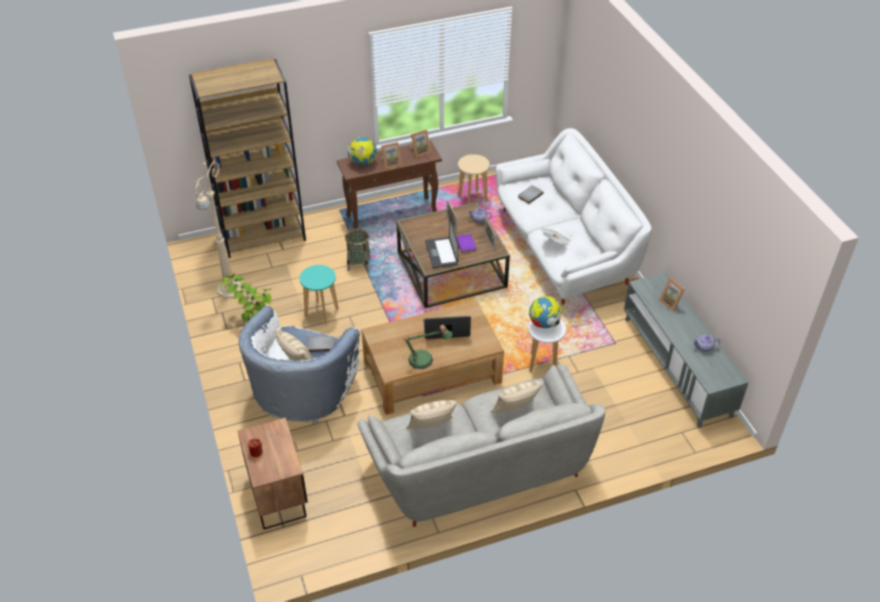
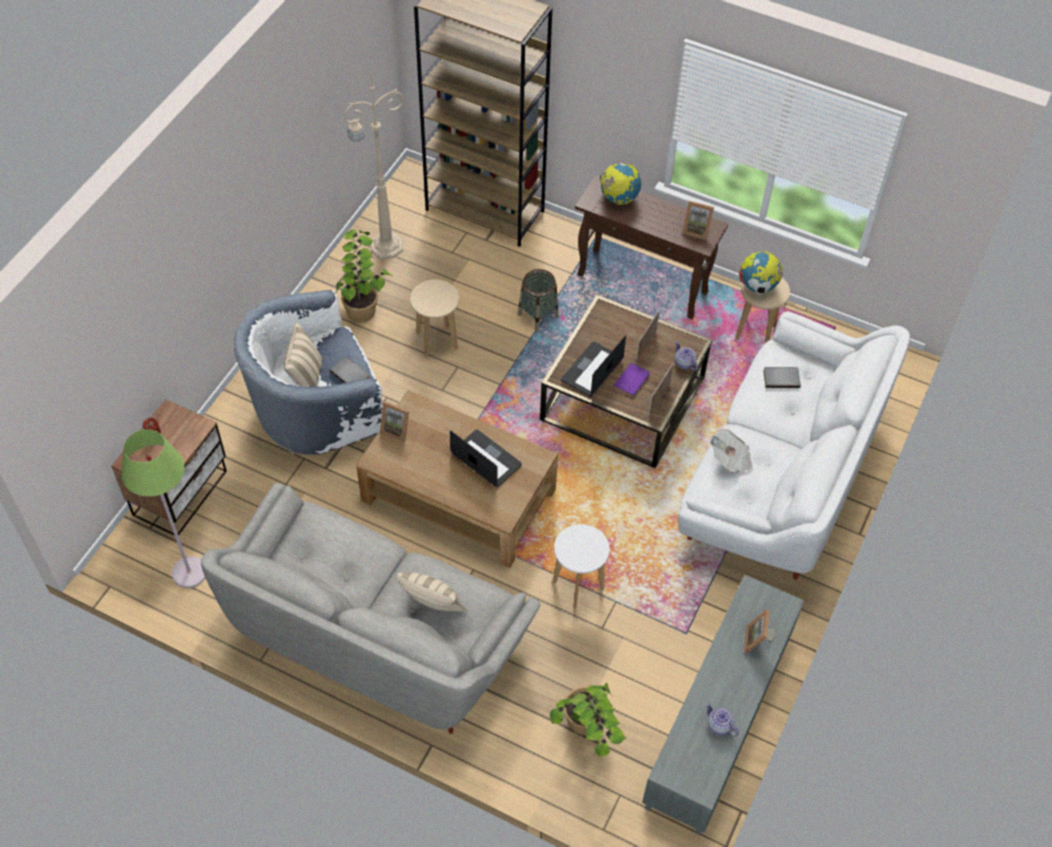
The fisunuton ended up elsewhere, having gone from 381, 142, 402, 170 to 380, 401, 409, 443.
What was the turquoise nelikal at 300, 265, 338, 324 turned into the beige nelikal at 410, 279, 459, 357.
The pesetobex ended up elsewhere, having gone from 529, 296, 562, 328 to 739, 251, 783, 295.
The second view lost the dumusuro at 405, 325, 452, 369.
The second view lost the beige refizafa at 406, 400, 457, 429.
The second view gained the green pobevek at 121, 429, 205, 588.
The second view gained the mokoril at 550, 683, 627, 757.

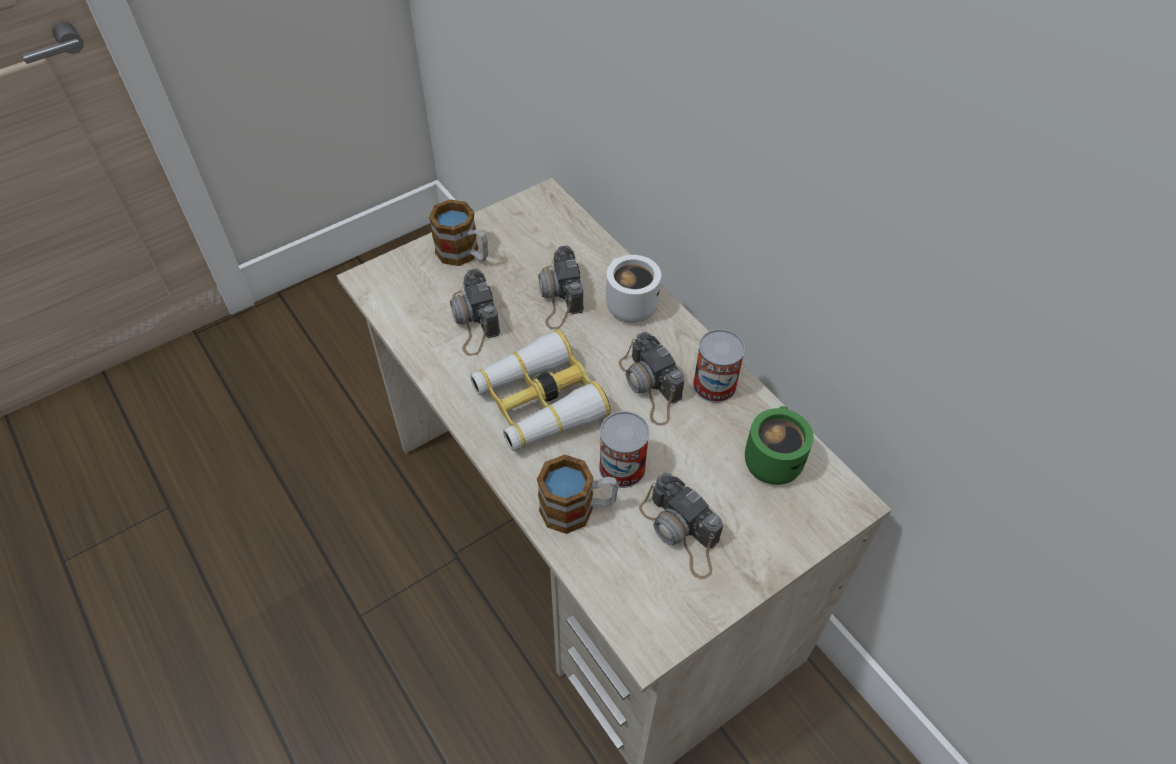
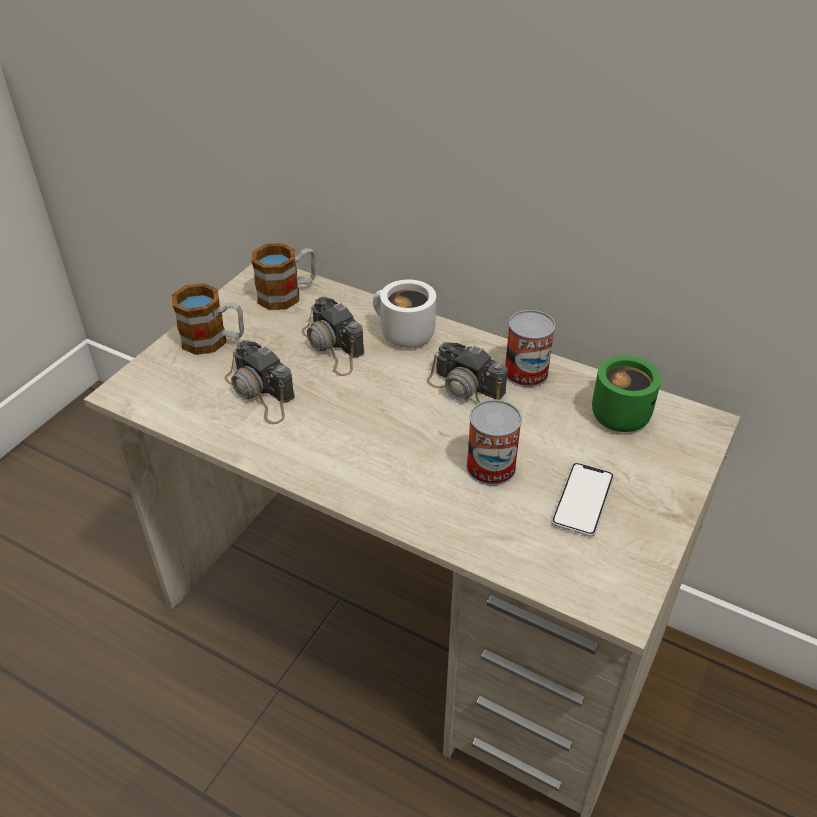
The second view lost the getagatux at 470, 330, 611, 451.
The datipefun ended up elsewhere, having gone from 537, 454, 619, 534 to 252, 243, 316, 310.
Where the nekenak stood at 639, 472, 723, 579, the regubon came to stand at 551, 463, 614, 536.

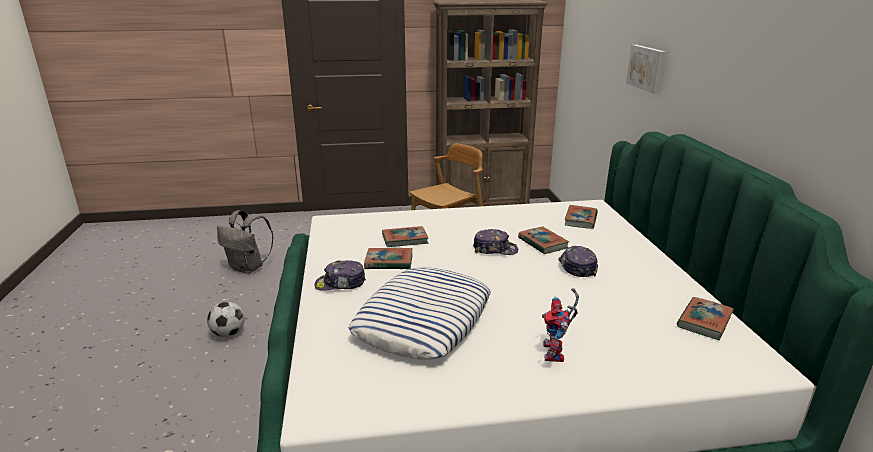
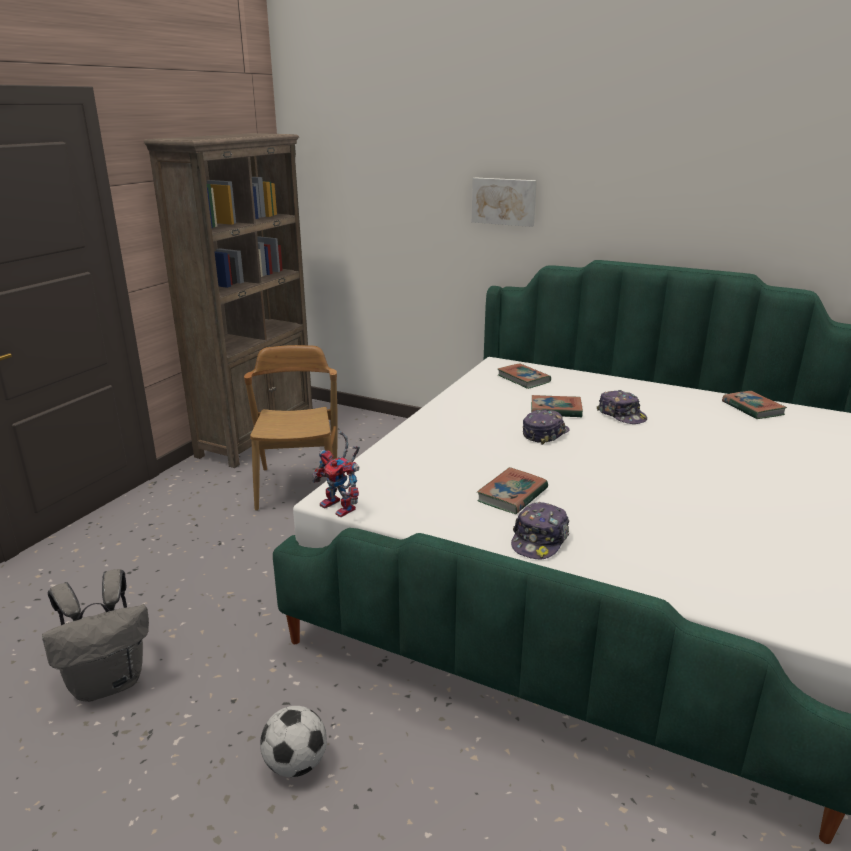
The second view lost the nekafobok at 382, 226, 429, 247.
The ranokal at 558, 246, 598, 277 ended up facing another way, 150 degrees counterclockwise from before.
The second view lost the refizafa at 348, 267, 491, 360.
The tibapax ended up elsewhere, having gone from 542, 288, 579, 362 to 312, 431, 360, 517.

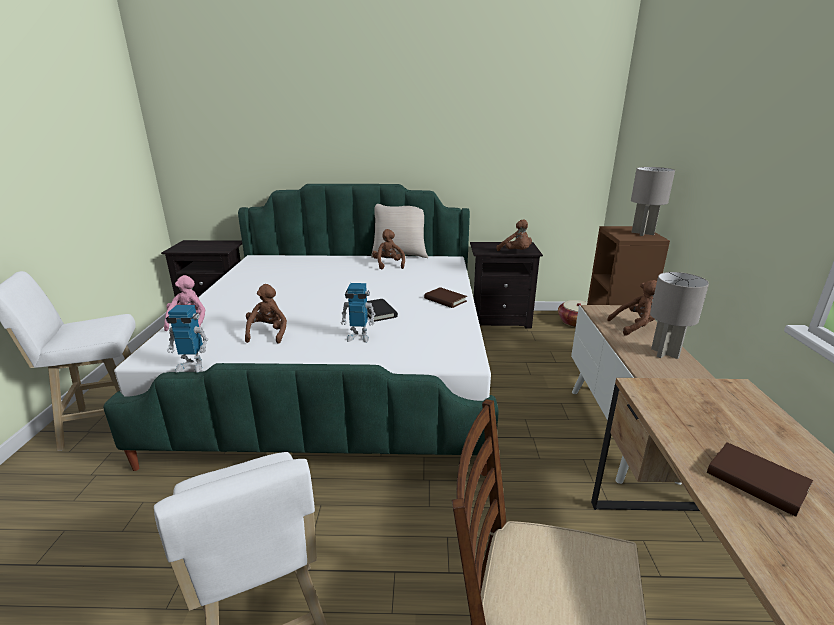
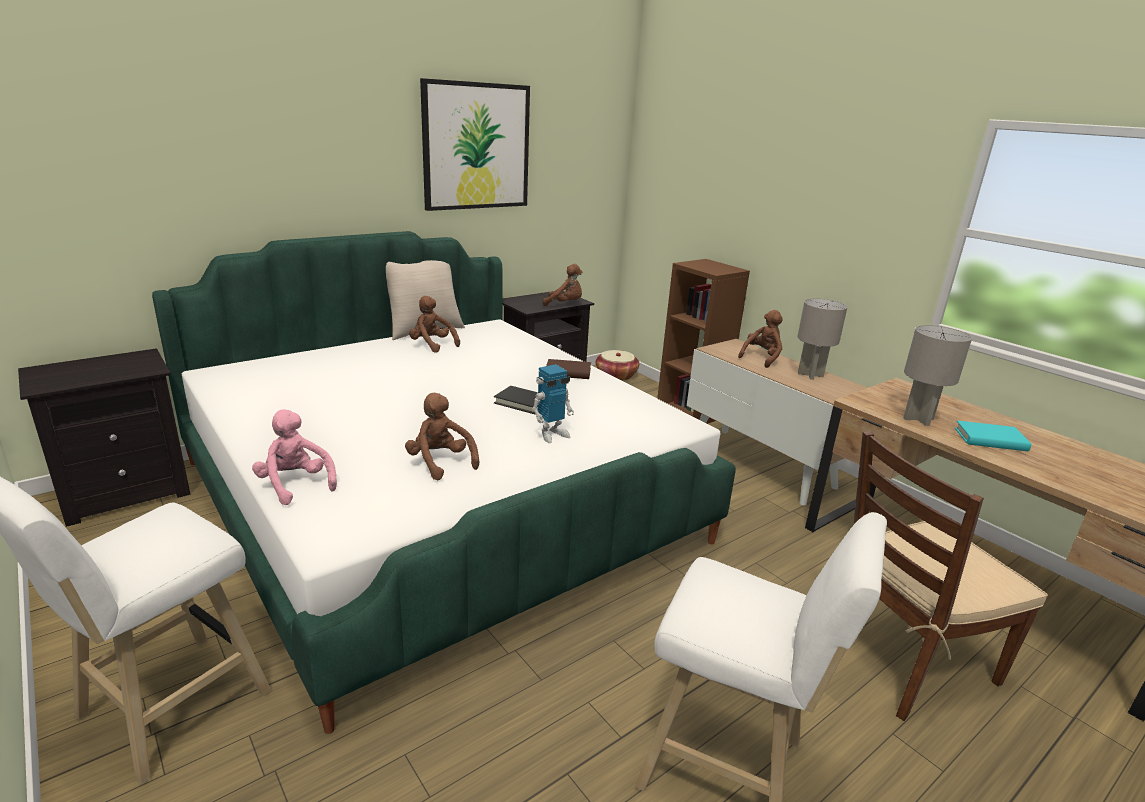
The grey dumusuro ended up elsewhere, having gone from 631, 167, 675, 236 to 903, 325, 972, 426.
The second view lost the tibapax at 166, 305, 208, 373.
What was the brown nekafobok at 707, 442, 813, 517 turned into the turquoise nekafobok at 955, 421, 1031, 451.
The second view gained the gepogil at 420, 78, 530, 211.

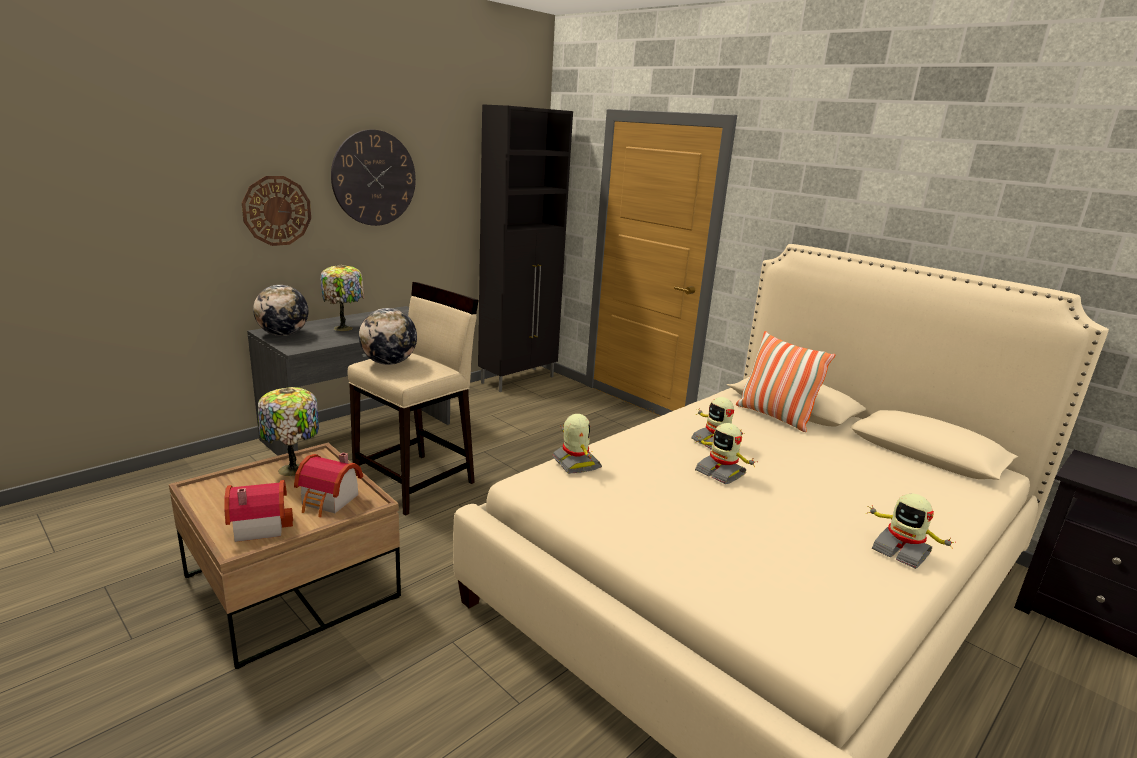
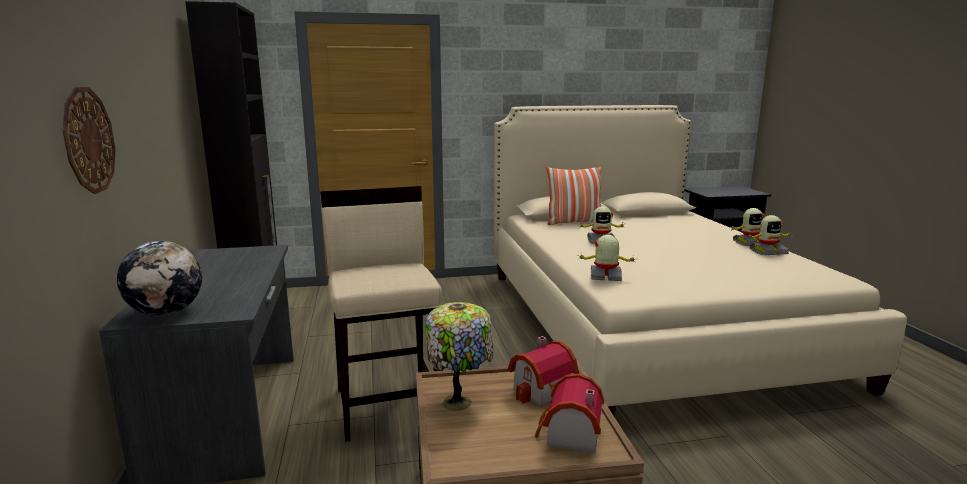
The second view lost the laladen at 331, 130, 416, 226.
The second view lost the dumusuro at 320, 264, 364, 331.
The second view lost the pesetobex at 359, 308, 417, 365.
The tibapax ended up elsewhere, having gone from 695, 423, 758, 484 to 746, 215, 793, 255.

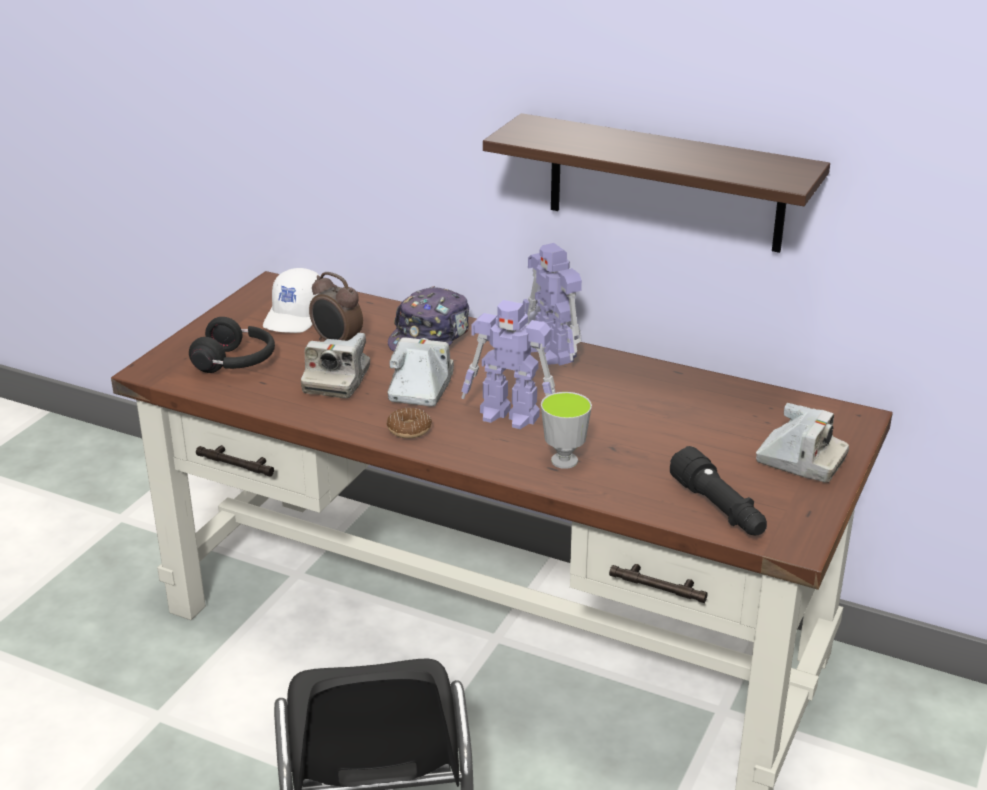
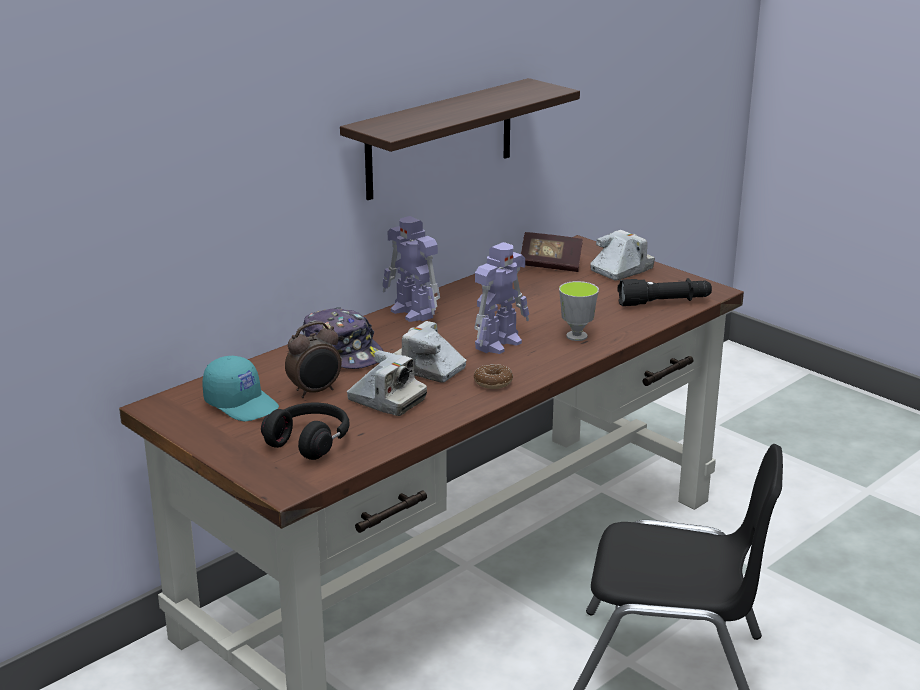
The tibapax at 523, 243, 582, 365 ended up facing another way, 60 degrees clockwise from before.
What was the white ranokal at 263, 268, 320, 333 turned into the turquoise ranokal at 202, 356, 279, 421.
The second view gained the nekafobok at 521, 232, 583, 272.

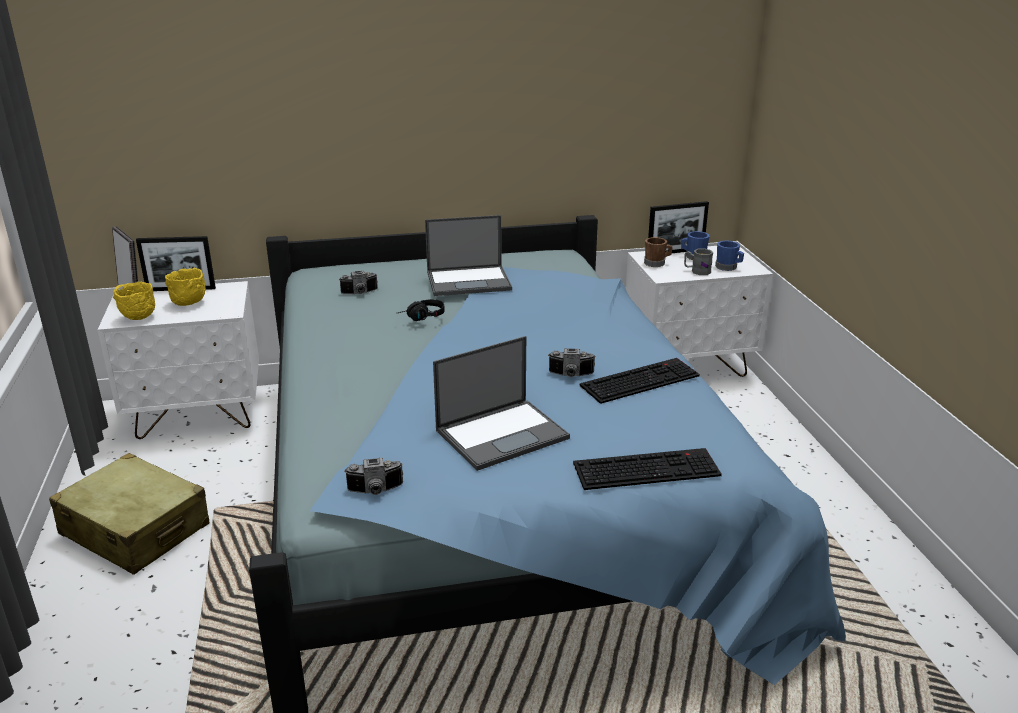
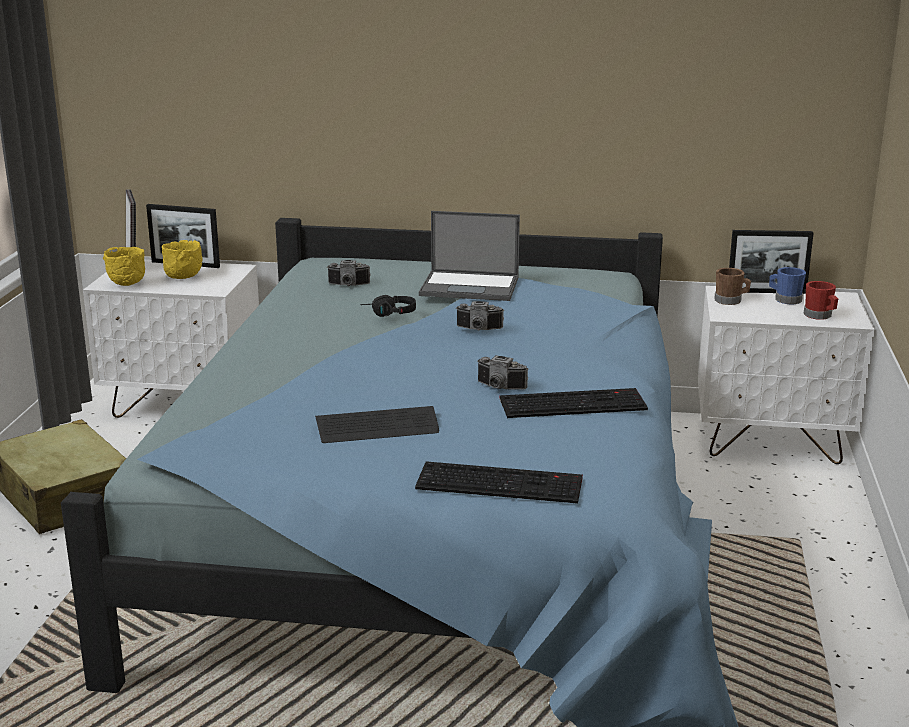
What was the blue datipefun at 715, 241, 744, 271 turned into the red datipefun at 804, 281, 838, 320.
The second view lost the grey datipefun at 684, 248, 713, 275.
Where the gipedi stood at 433, 336, 570, 471, the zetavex came to stand at 315, 406, 439, 443.
The nekenak ended up elsewhere, having gone from 345, 458, 403, 495 to 456, 301, 504, 330.

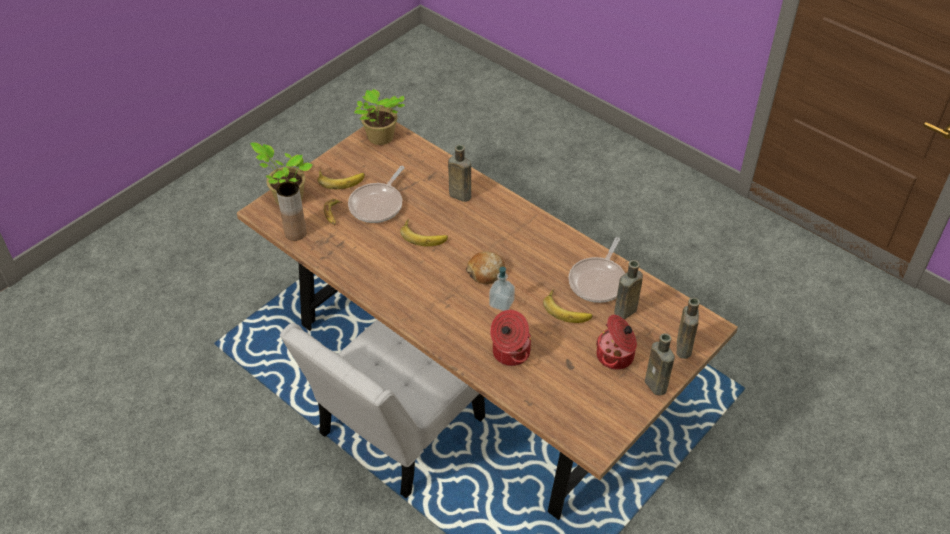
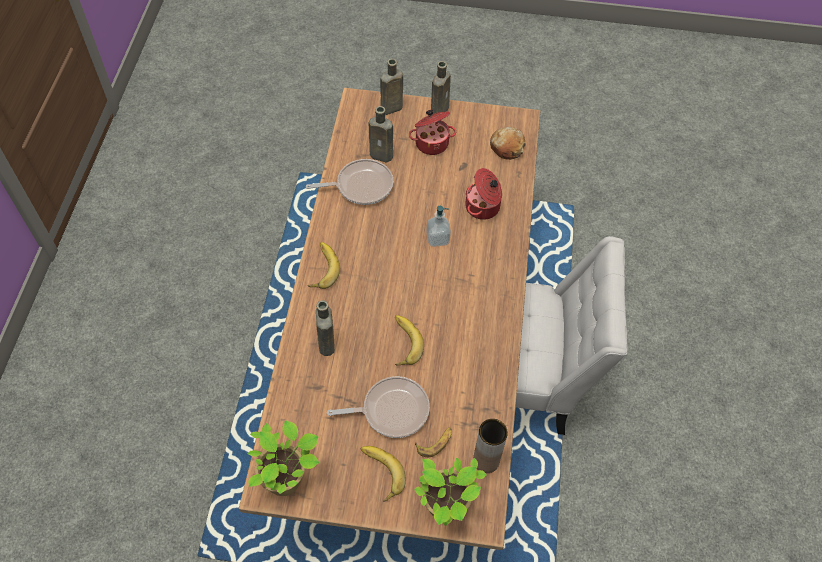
The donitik ended up elsewhere, having gone from 466, 251, 505, 285 to 490, 127, 526, 160.
The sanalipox ended up elsewhere, having gone from 543, 289, 593, 323 to 308, 242, 340, 289.

